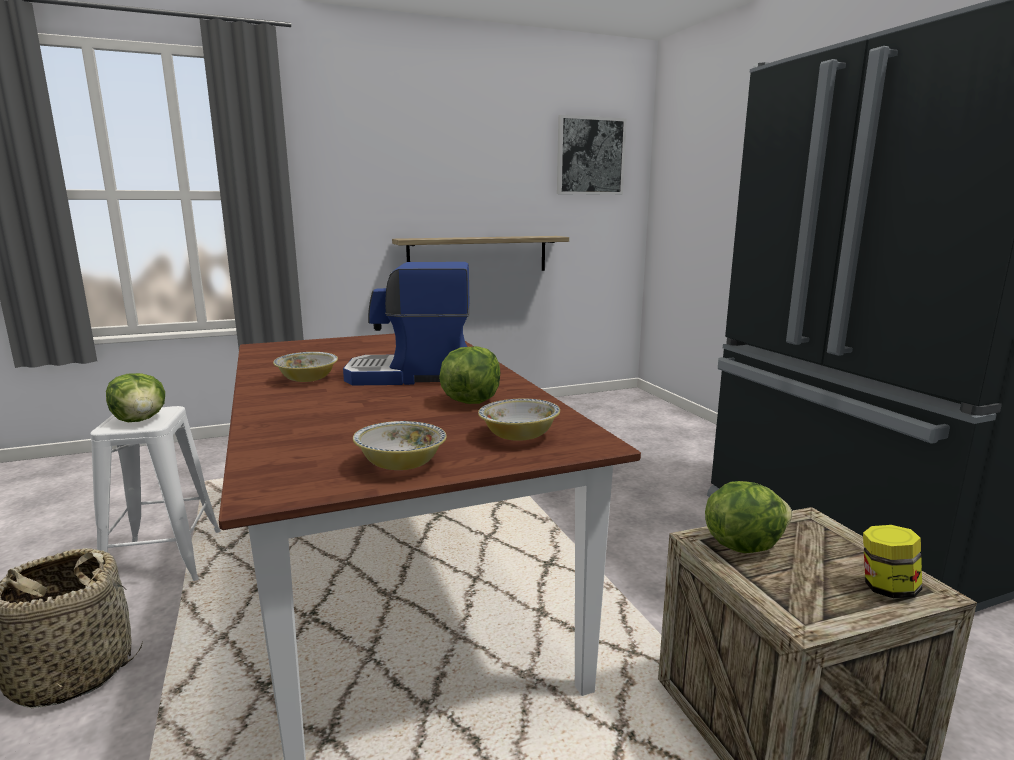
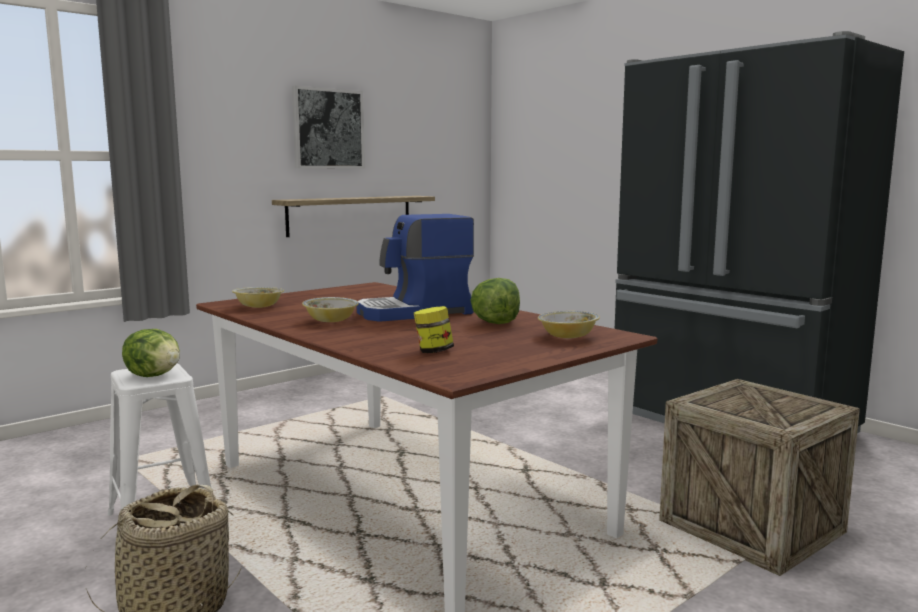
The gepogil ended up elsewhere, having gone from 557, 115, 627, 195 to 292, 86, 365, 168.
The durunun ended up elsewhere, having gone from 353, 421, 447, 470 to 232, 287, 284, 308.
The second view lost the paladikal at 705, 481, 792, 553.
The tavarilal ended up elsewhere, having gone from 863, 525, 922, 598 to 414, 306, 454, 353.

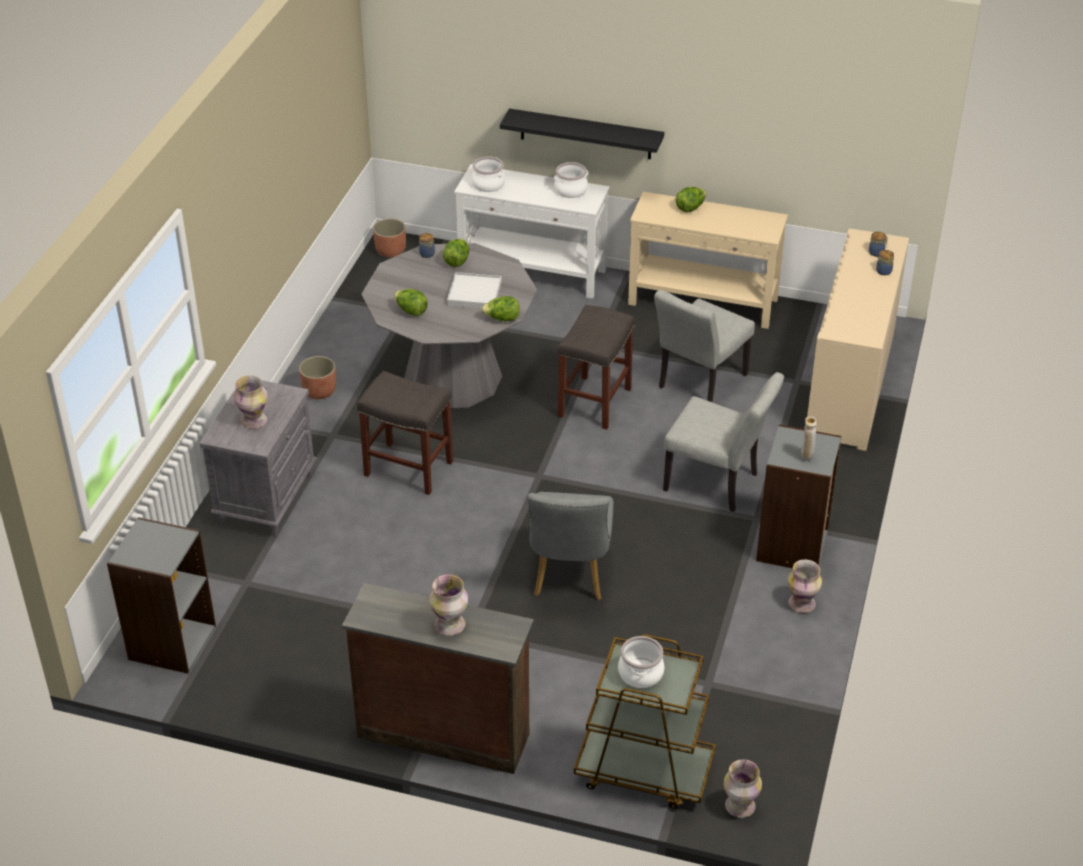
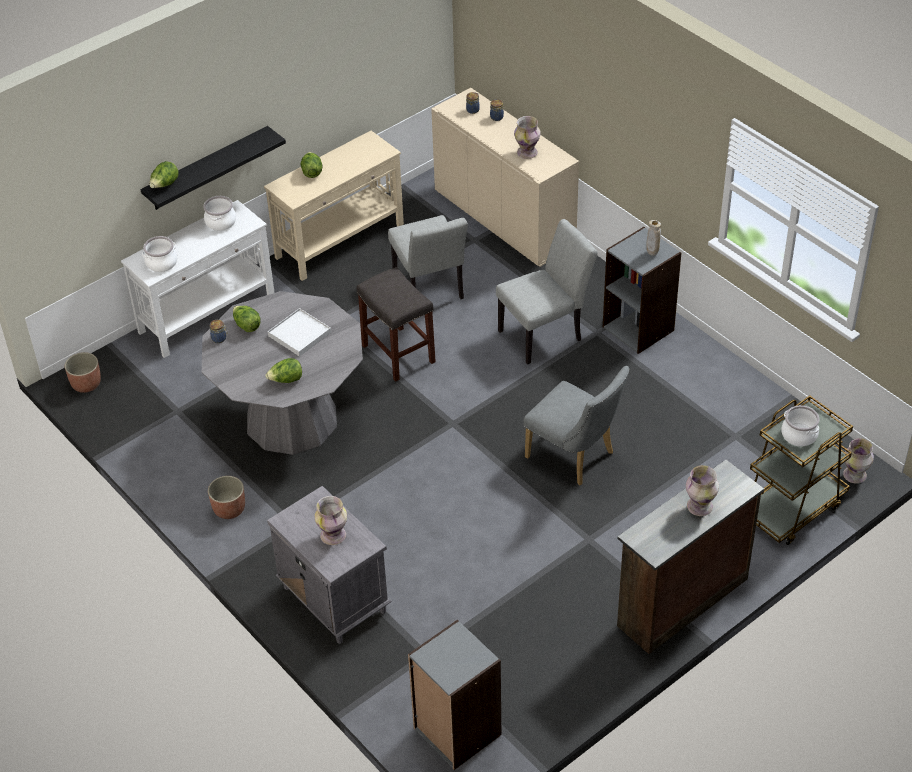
The paladikal ended up elsewhere, having gone from 481, 296, 520, 321 to 149, 161, 178, 188.
The second view lost the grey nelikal at 357, 371, 453, 495.
The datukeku ended up elsewhere, having gone from 788, 560, 822, 613 to 514, 116, 541, 159.

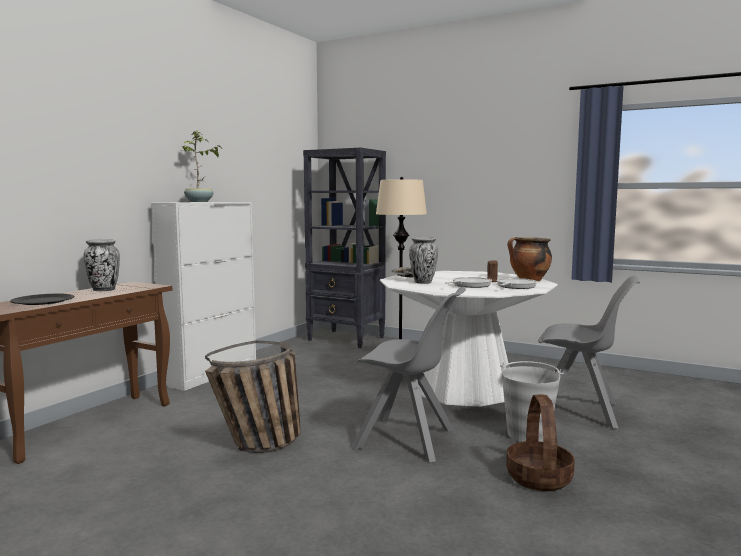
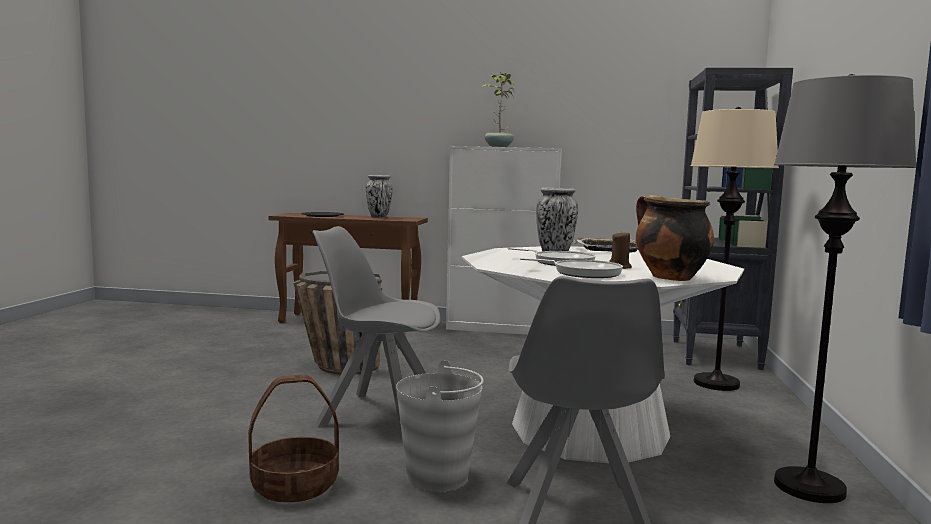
The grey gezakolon at 352, 287, 466, 462 ended up facing another way, 105 degrees clockwise from before.
The second view gained the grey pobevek at 774, 74, 916, 503.

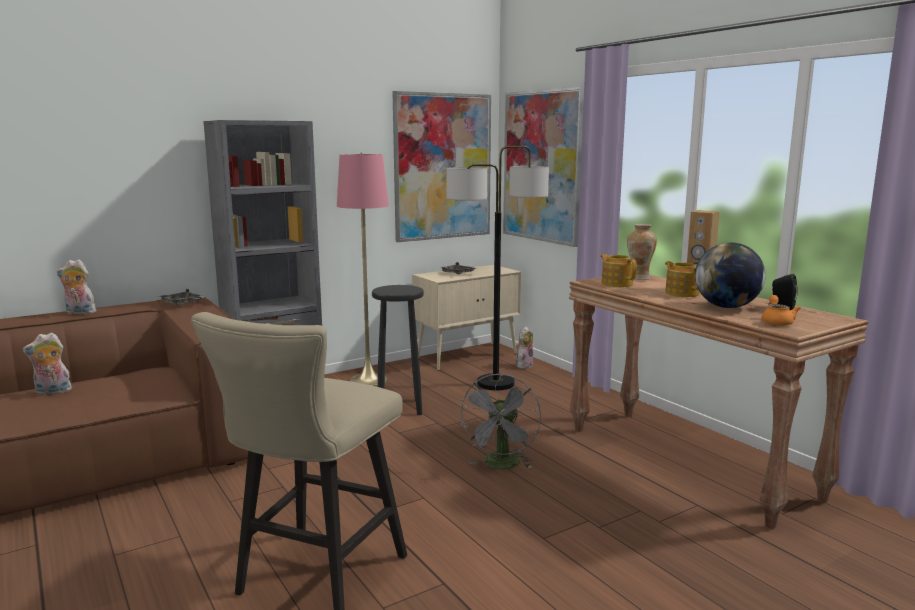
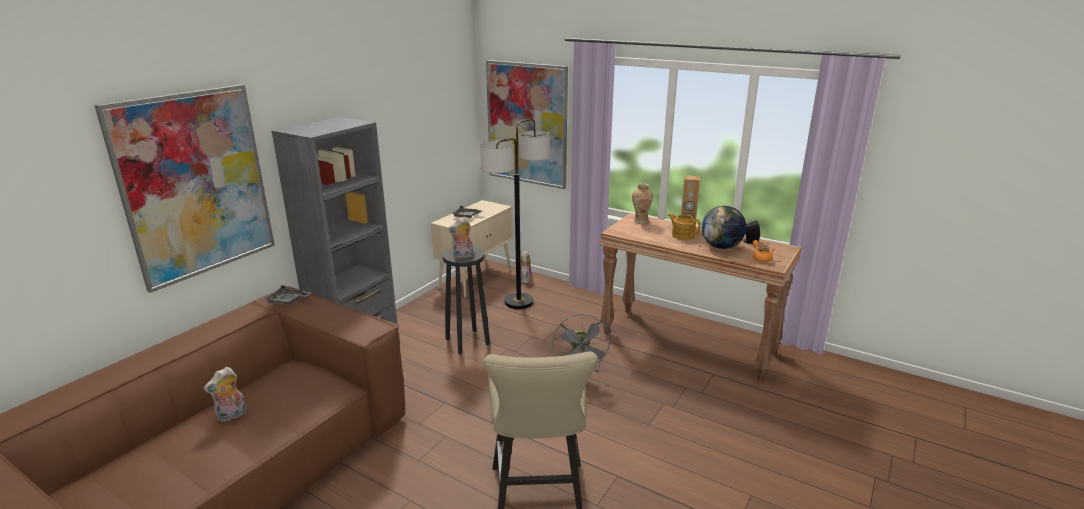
The gepogil ended up elsewhere, having gone from 392, 91, 491, 242 to 94, 84, 275, 293.
The second view lost the pink pobevek at 337, 153, 389, 387.
The second view lost the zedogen at 600, 254, 636, 287.
The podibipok ended up elsewhere, having gone from 57, 259, 96, 315 to 448, 217, 473, 259.

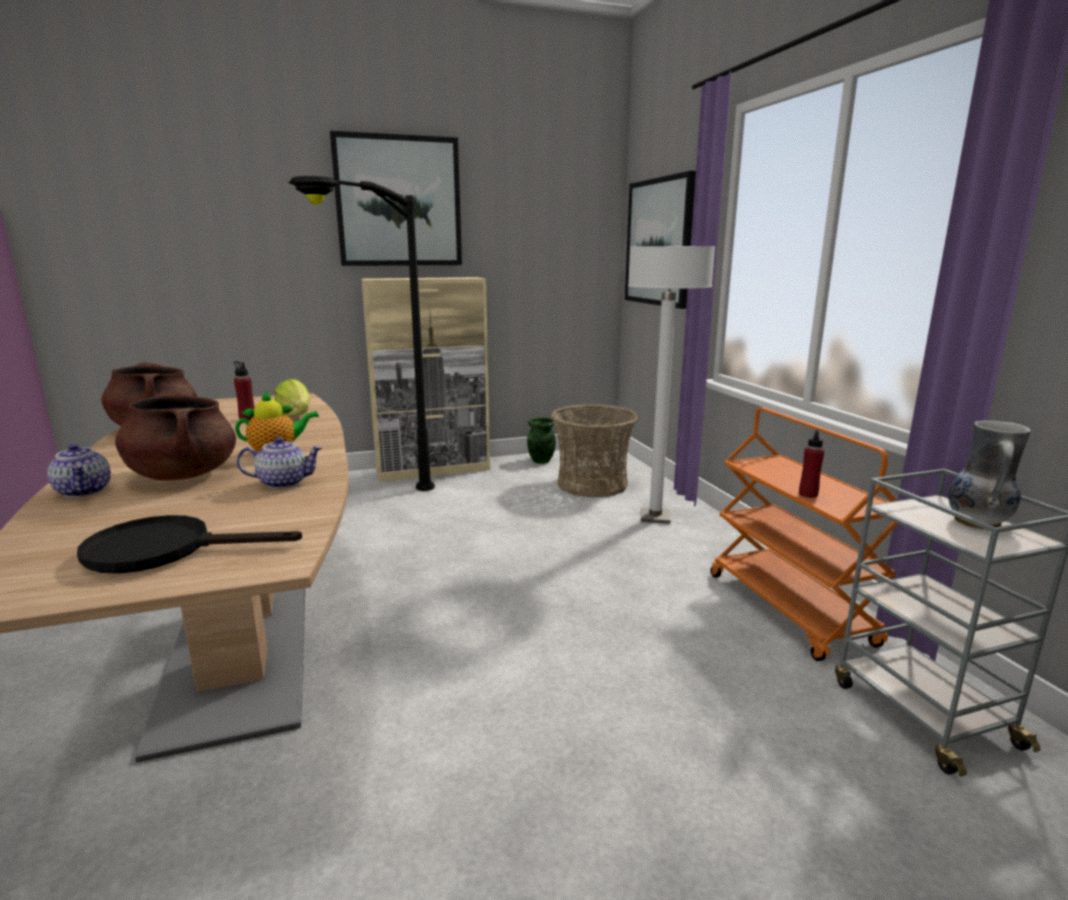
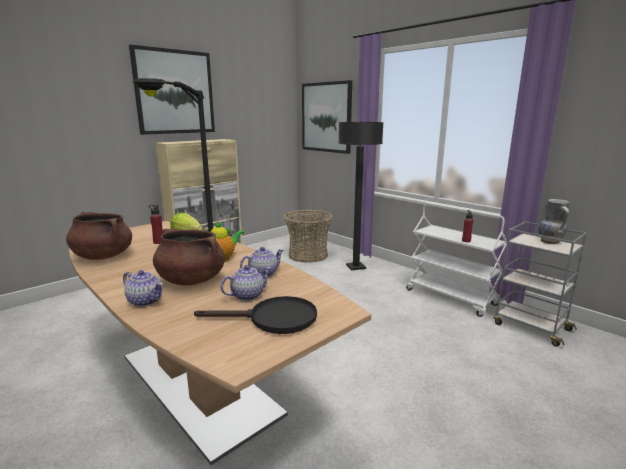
What was the white pobevek at 628, 245, 715, 524 turned into the black pobevek at 338, 121, 384, 270.
What was the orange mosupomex at 711, 407, 898, 661 turned into the white mosupomex at 406, 203, 507, 317.
The second view lost the green datukeku at 527, 418, 556, 463.
The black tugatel at 77, 515, 302, 574 ended up facing another way, 150 degrees counterclockwise from before.
The second view gained the zedogen at 221, 265, 271, 301.

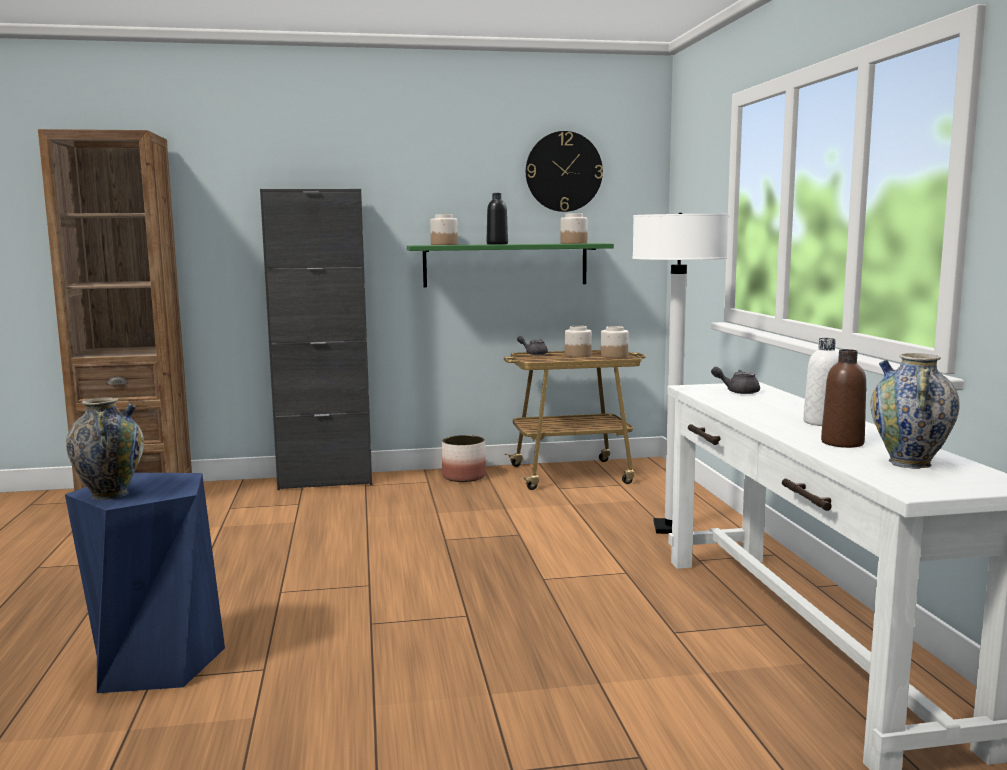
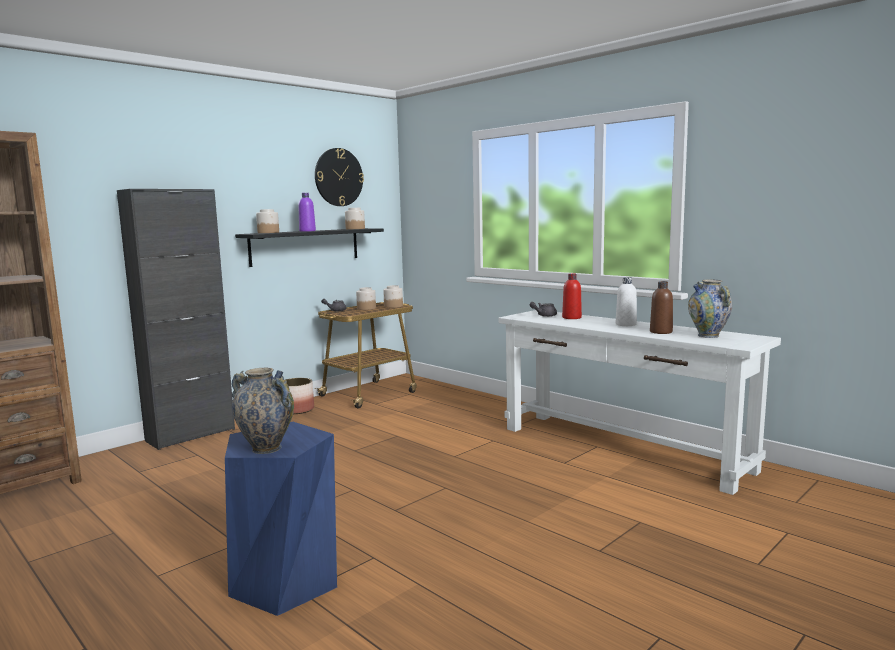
What was the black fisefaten at 487, 193, 508, 245 turned into the purple fisefaten at 298, 193, 316, 232.
The second view lost the white pobevek at 632, 213, 729, 534.
What was the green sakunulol at 407, 243, 614, 287 turned into the black sakunulol at 235, 228, 384, 267.
The second view gained the red fisefaten at 562, 274, 582, 319.

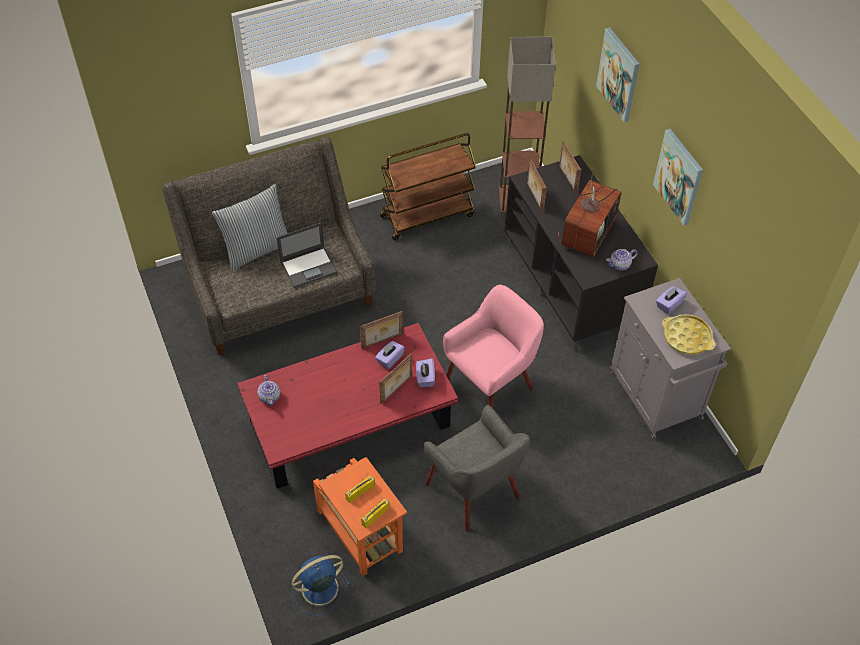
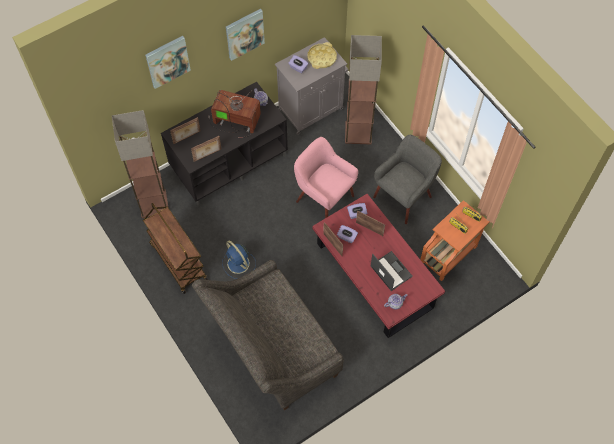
The second view lost the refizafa at 212, 184, 288, 272.
The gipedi ended up elsewhere, having gone from 277, 222, 338, 288 to 370, 251, 413, 291.
The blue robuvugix ended up elsewhere, having gone from 292, 555, 350, 616 to 222, 240, 256, 279.
The second view gained the pobevek at 345, 35, 382, 144.

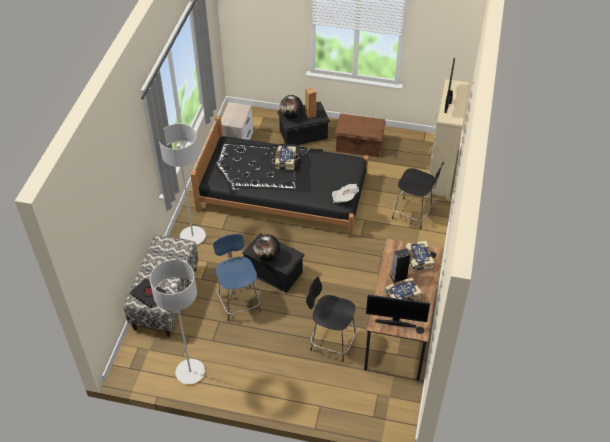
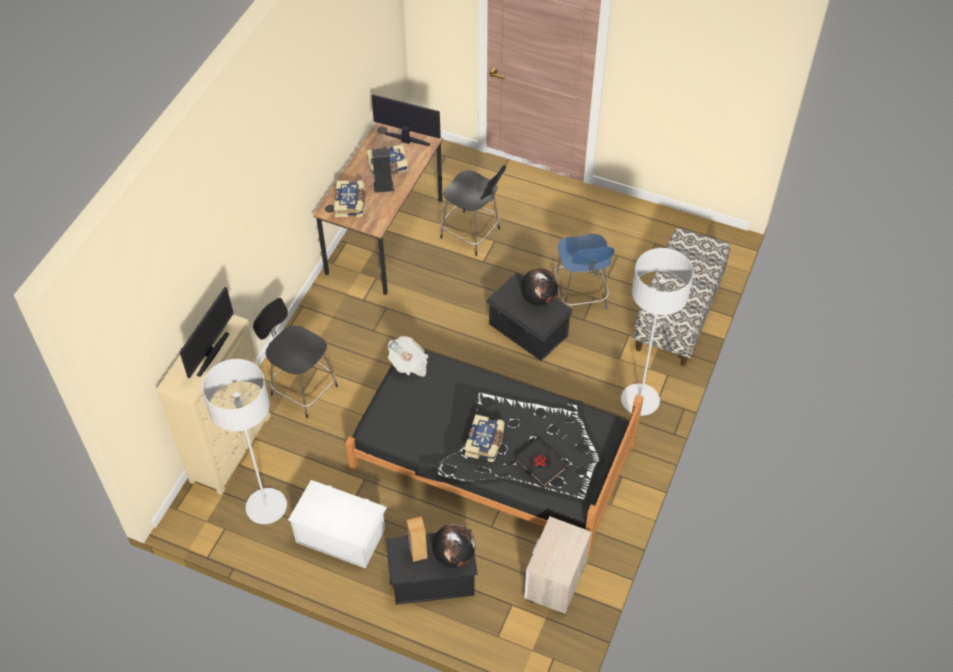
What was the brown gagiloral at 335, 113, 386, 158 turned into the white gagiloral at 288, 480, 387, 568.
The grey pobevek ended up elsewhere, having gone from 150, 260, 205, 384 to 202, 359, 287, 524.
The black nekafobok ended up elsewhere, having gone from 130, 278, 167, 308 to 515, 439, 567, 487.

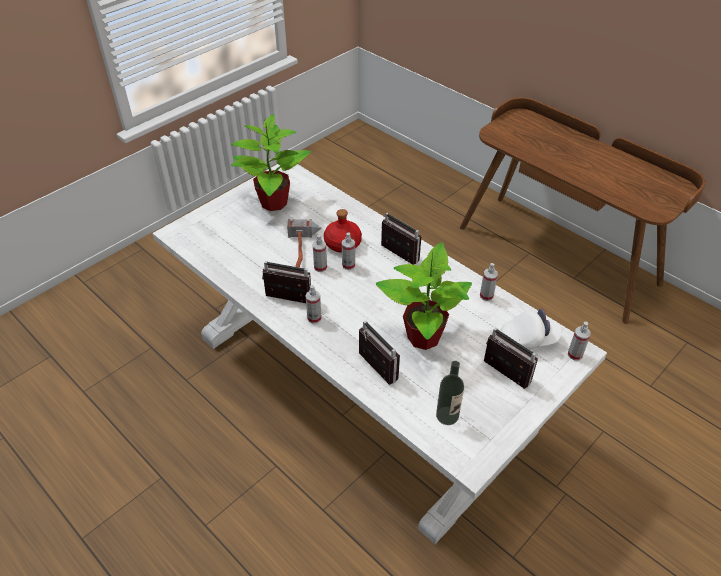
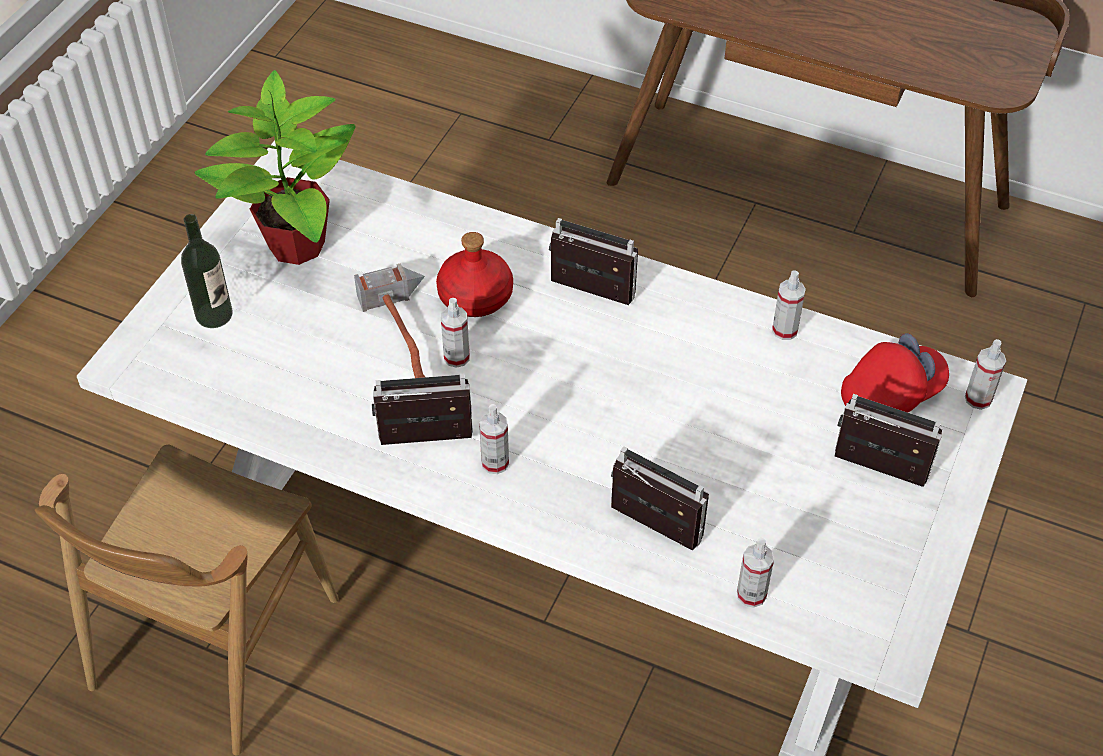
The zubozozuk ended up elsewhere, having gone from 342, 232, 355, 270 to 737, 538, 774, 608.
The second view lost the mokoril at 376, 242, 472, 350.
What was the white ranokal at 500, 308, 562, 350 turned into the red ranokal at 841, 333, 949, 413.
The fisefaten ended up elsewhere, having gone from 436, 361, 464, 425 to 181, 214, 232, 328.
The second view gained the brown gezakolon at 35, 445, 339, 755.

